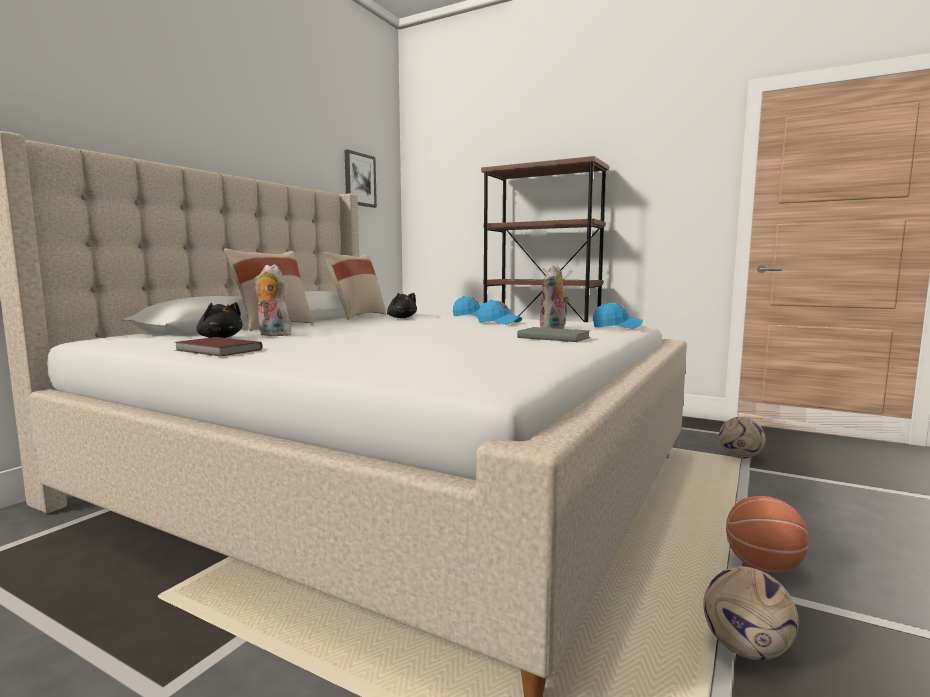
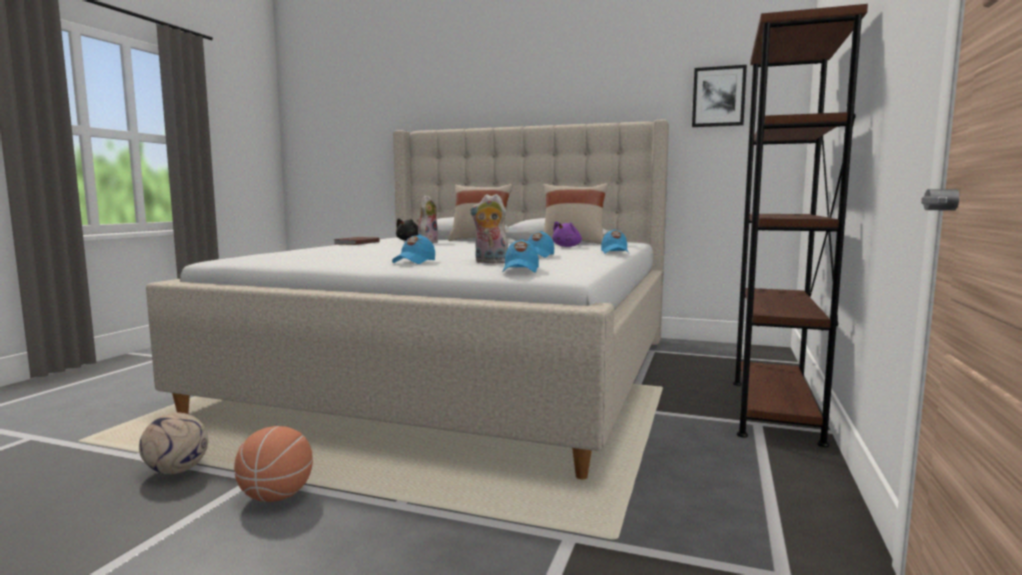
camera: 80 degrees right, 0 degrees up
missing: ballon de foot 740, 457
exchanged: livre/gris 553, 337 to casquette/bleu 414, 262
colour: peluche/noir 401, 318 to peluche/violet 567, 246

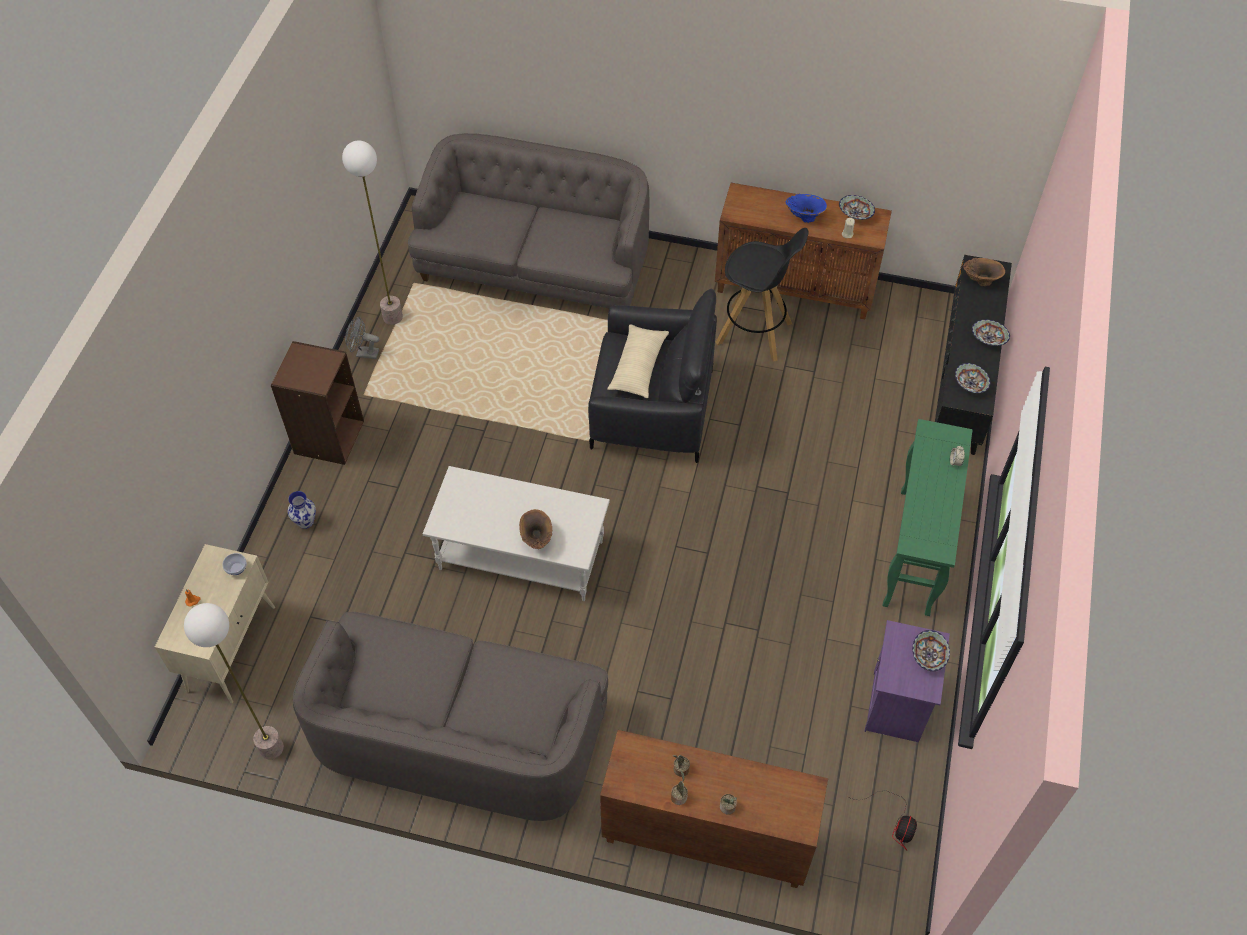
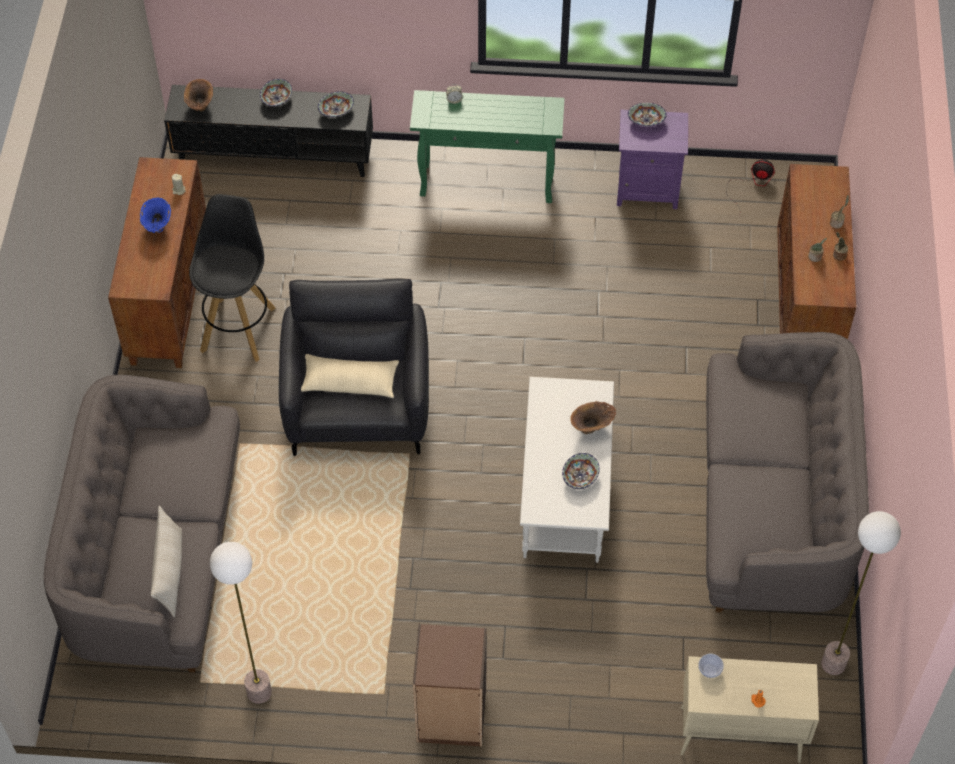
camera: 100 degrees left, 0 degrees up
missing: vase 305, 521; ventilateur/gris 364, 353
appeared: coussin/beige 170, 572
relocated: bol 855, 214 to 579, 477

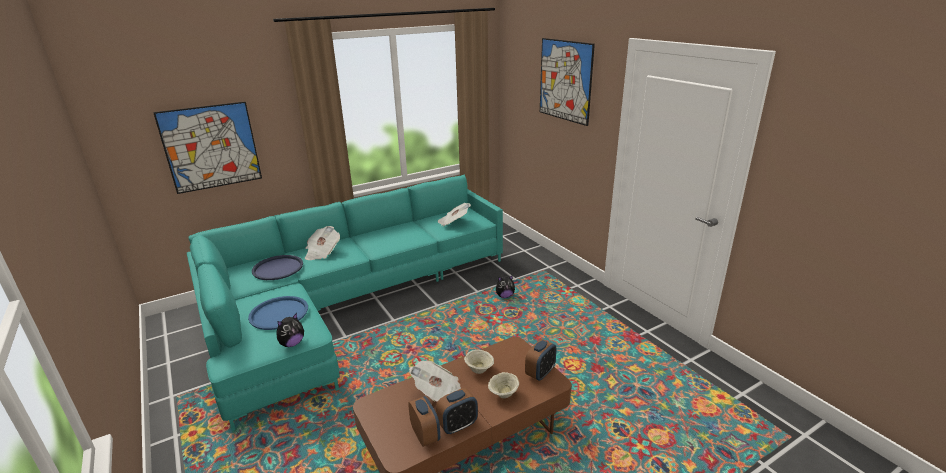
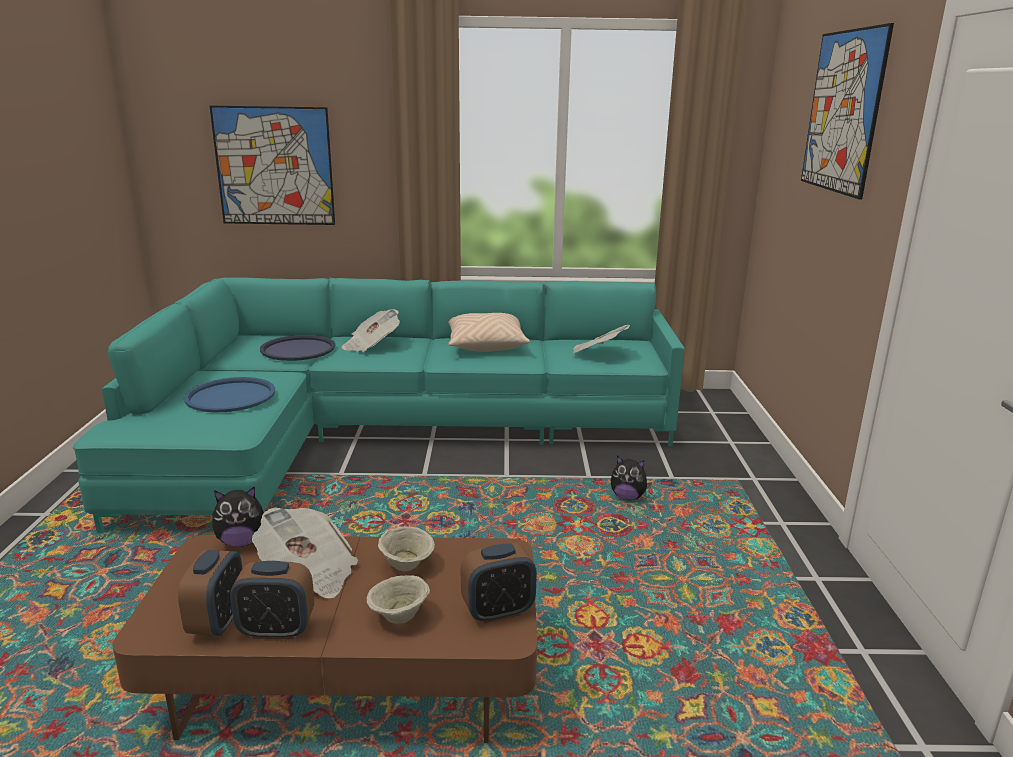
camera: 30 degrees right, 5 degrees down
appeared: coussin/beige 485, 345
relocated: peluche 292, 343 to 242, 542

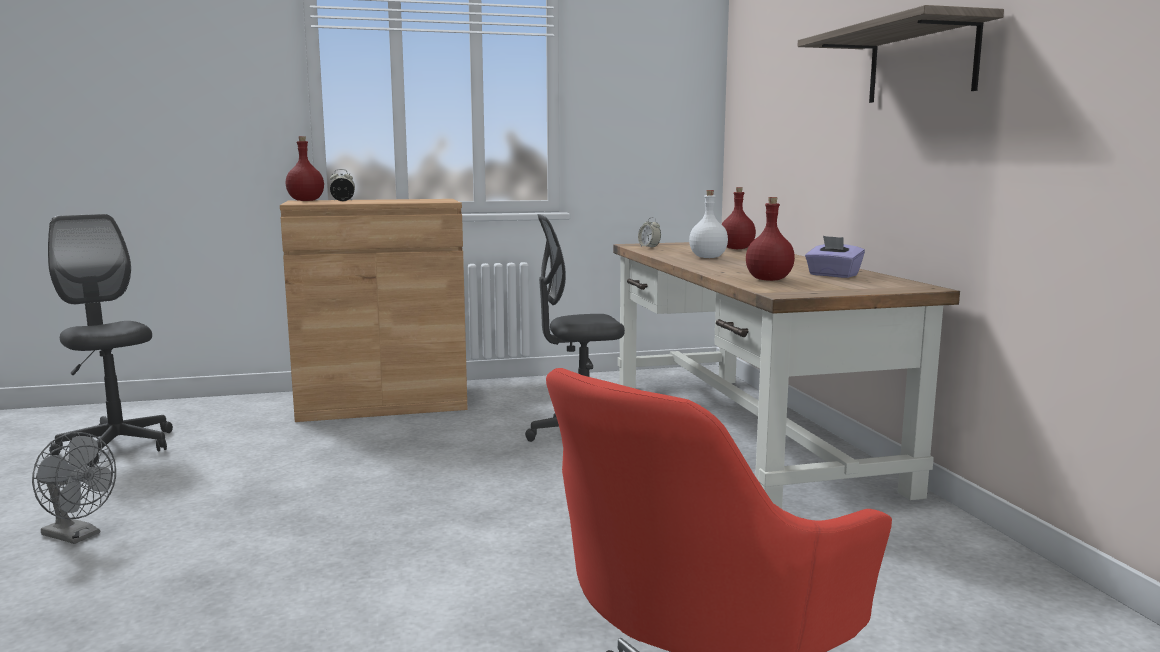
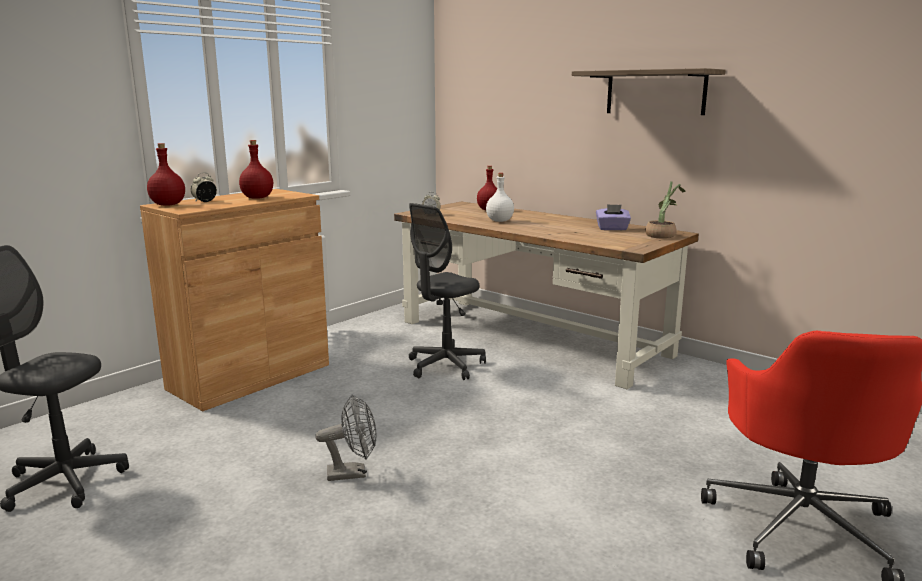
camera: 35 degrees left, 5 degrees up
appeared: plante en pot 662, 235
relocated: ventilateur/gris 77, 536 to 353, 473; bouteille/rouge 769, 279 to 258, 198

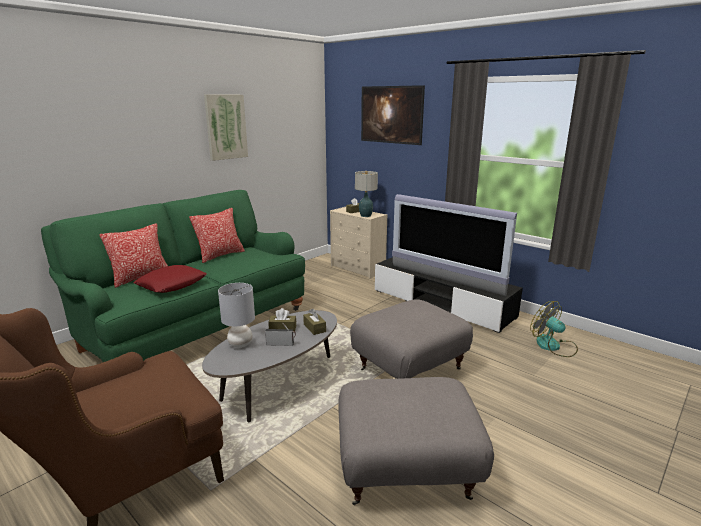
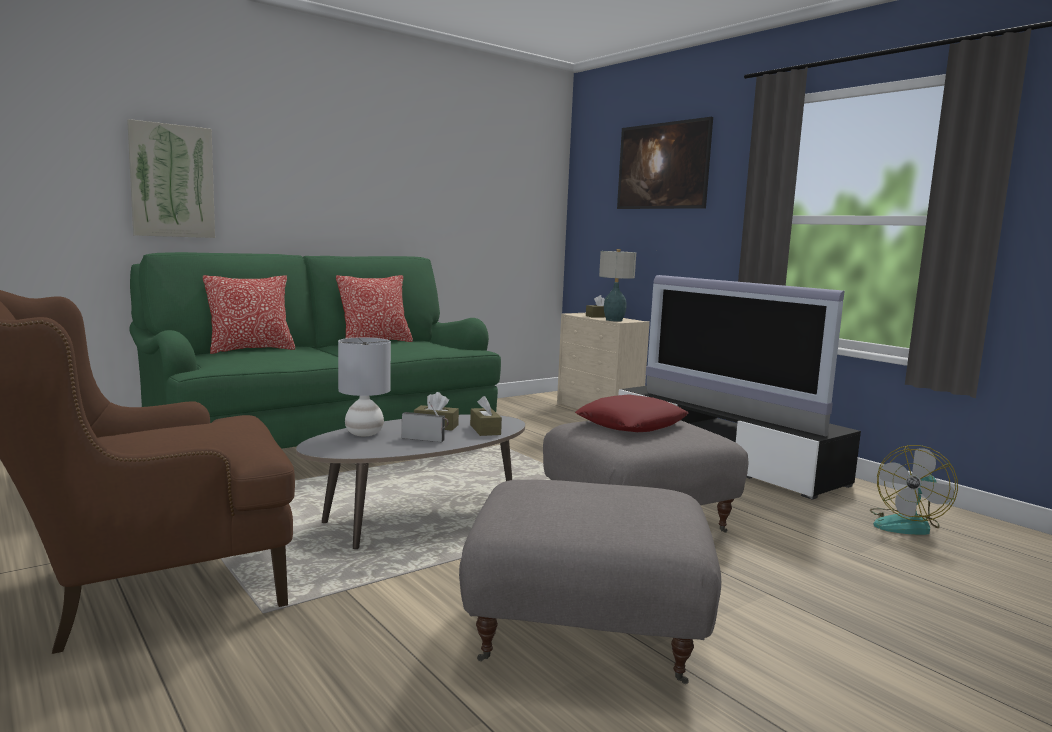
camera: 10 degrees right, 10 degrees down
relocated: coussin/rouge 172, 284 to 631, 424; tableau 226, 127 to 172, 181
spun: ventilateur 553, 346 = 907, 524 105 degrees counterclockwise

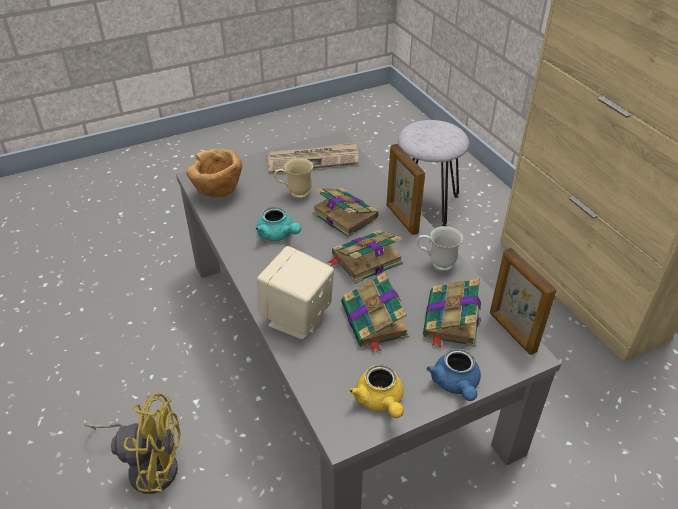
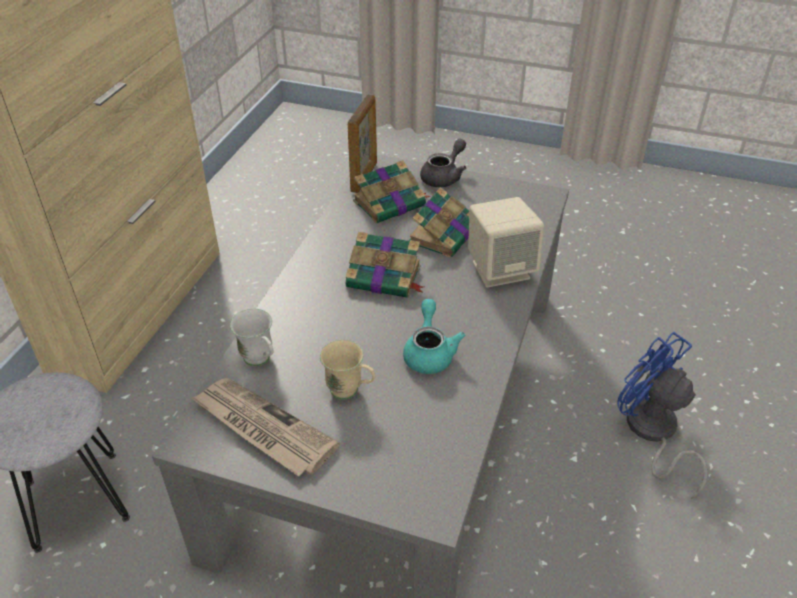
camera: 135 degrees left, 0 degrees up
missing: bol/marron 218, 193; livre 343, 215; théière/jaune 380, 401; cadre photo 401, 219
relocated: mug/blanc 436, 264 to 261, 361
colour: ventilateur/jaune 148, 464 to ventilateur/bleu 652, 433; théière/bleu 456, 384 to théière/gris 444, 177

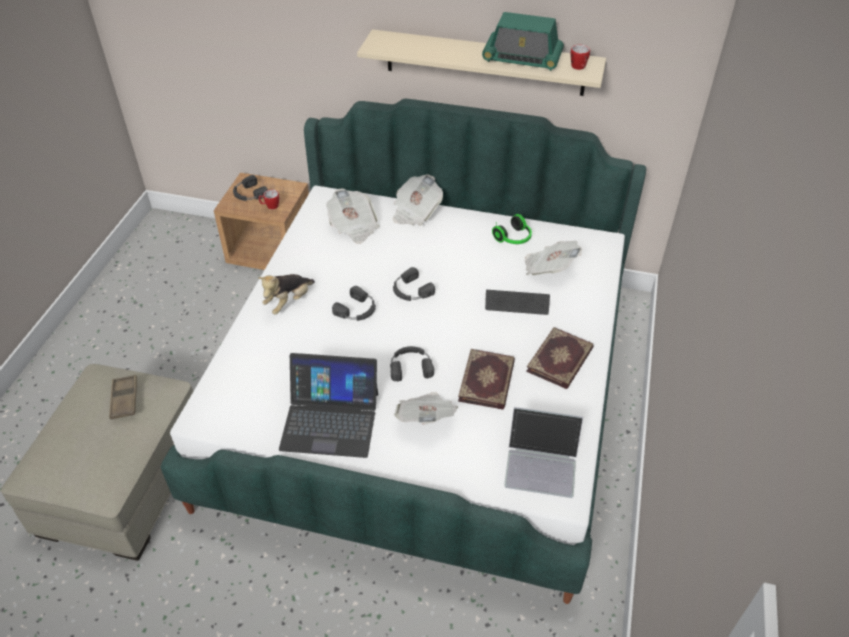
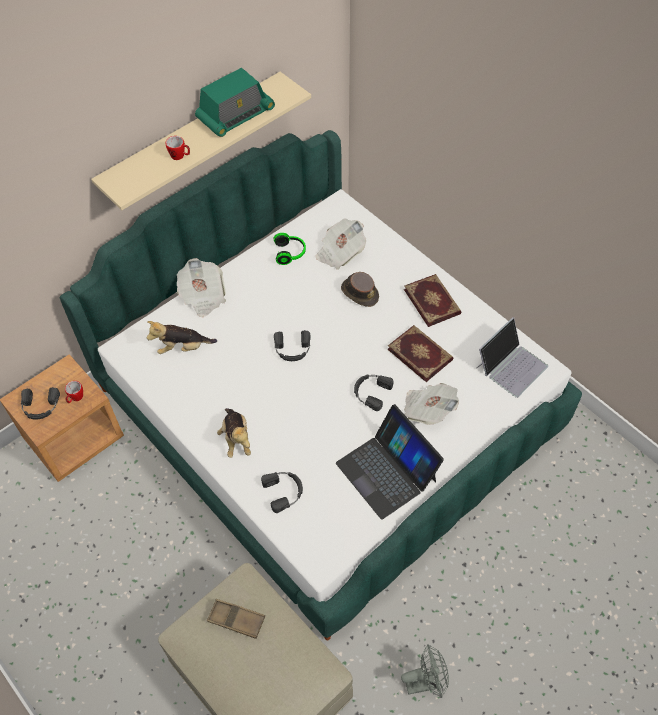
camera: 55 degrees left, 10 degrees up
appeared: ventilateur/gris 425, 681
relocated: casque audio/noir 357, 310 to 284, 491; mug 579, 68 to 180, 156
exchanged: journal 353, 227 to peluche 183, 348; clavier 517, 303 to chapeau/marron 359, 292
spun: ordinateur portable 330, 420 = 387, 471 105 degrees clockwise

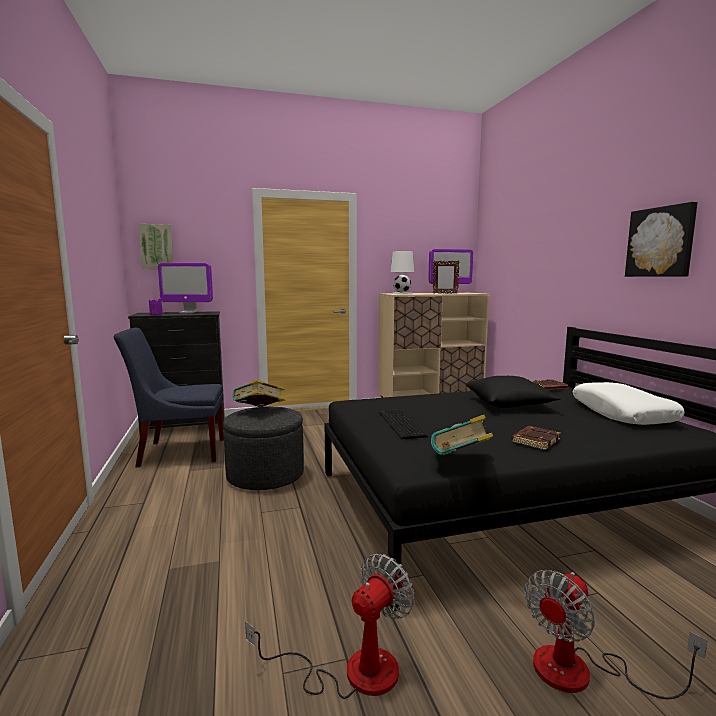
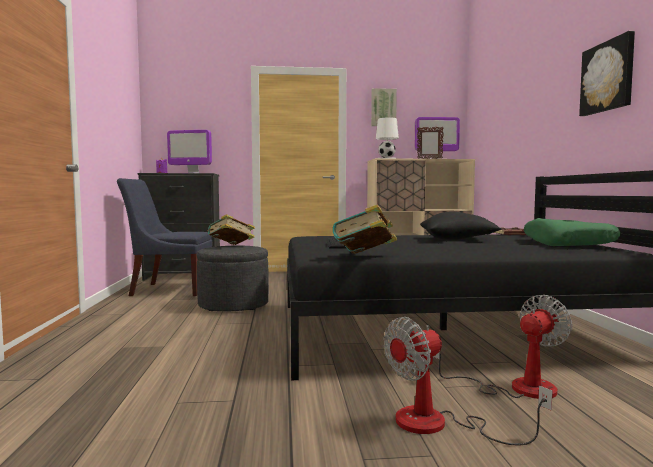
camera: 10 degrees right, 5 degrees down
missing: livre/marron 535, 441
relocated: tableau 156, 247 to 383, 107; ventilateur 352, 671 to 516, 388
colour: coussin/blanc 622, 414 to coussin/vert 567, 244

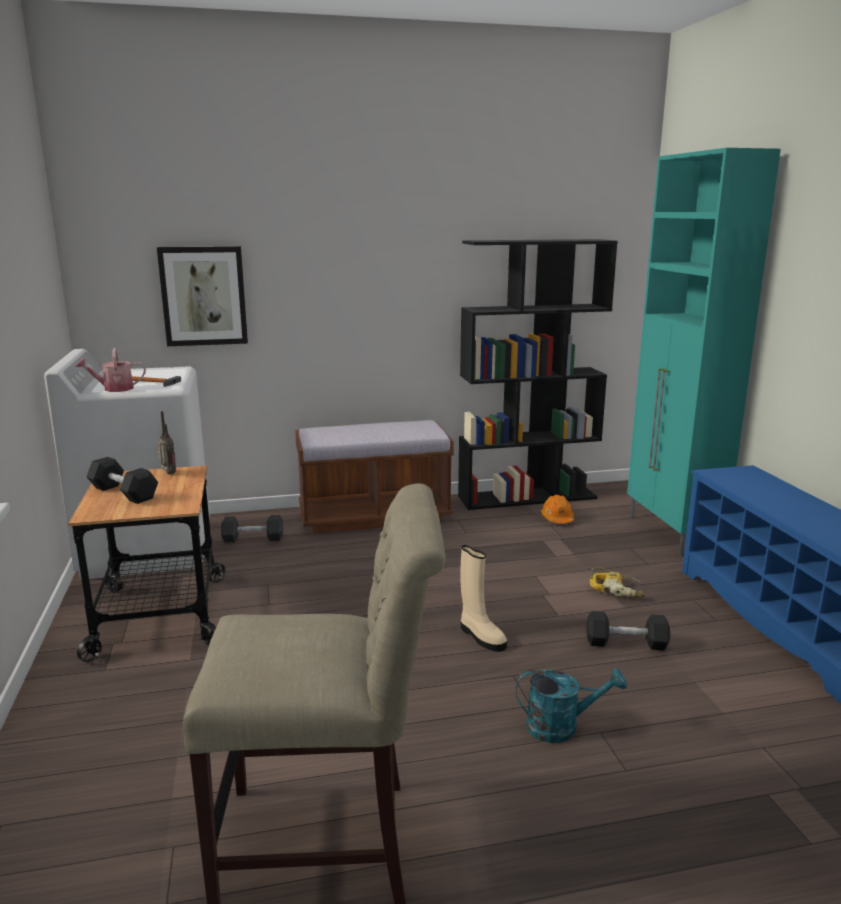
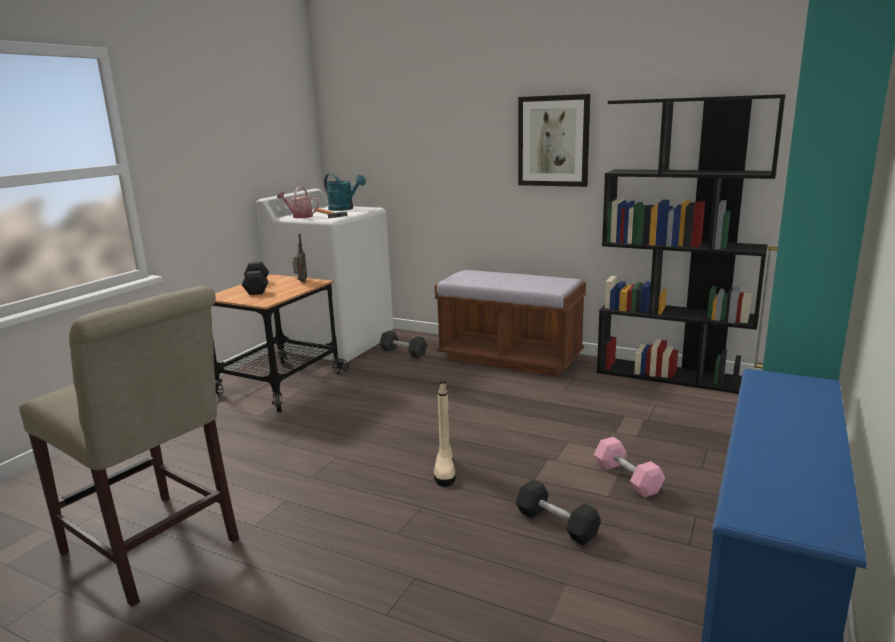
camera: 40 degrees right, 0 degrees up
missing: casque de chantier/orange 557, 518
relocated: tableau 203, 296 to 553, 141; arrosoir/turquoise 561, 726 to 344, 209
exchanged: perceuse 616, 589 to haltère/rose 627, 478

